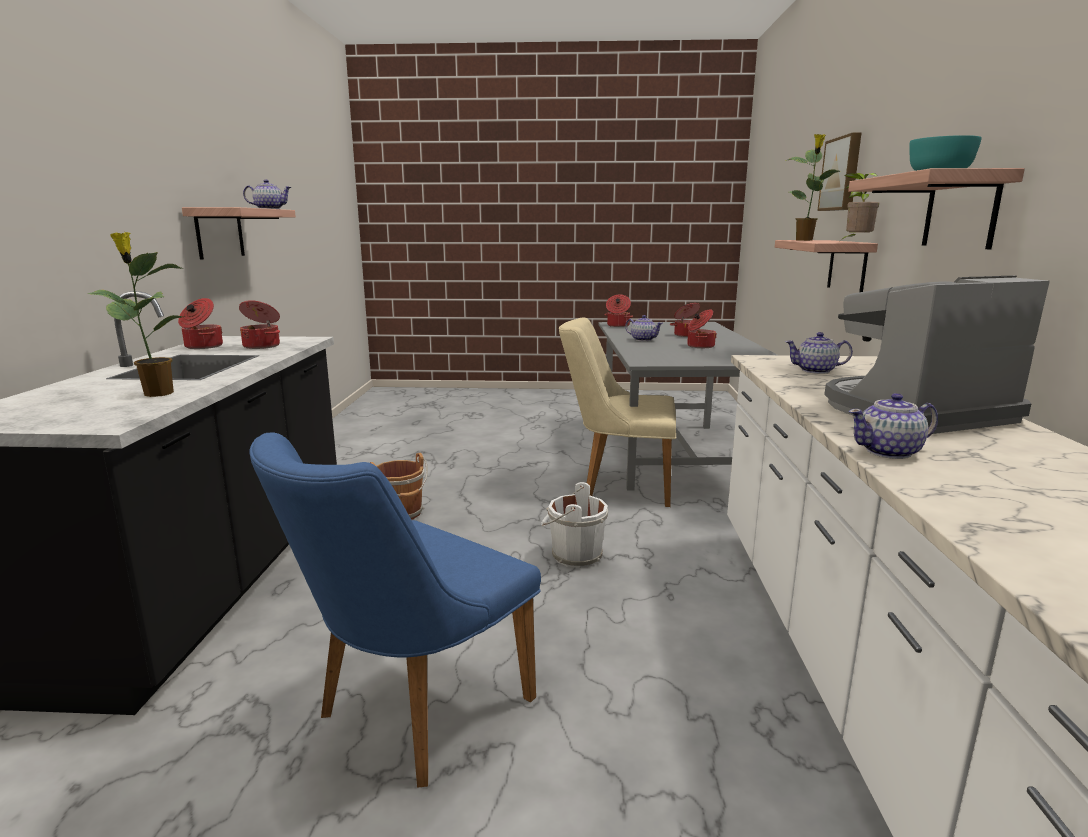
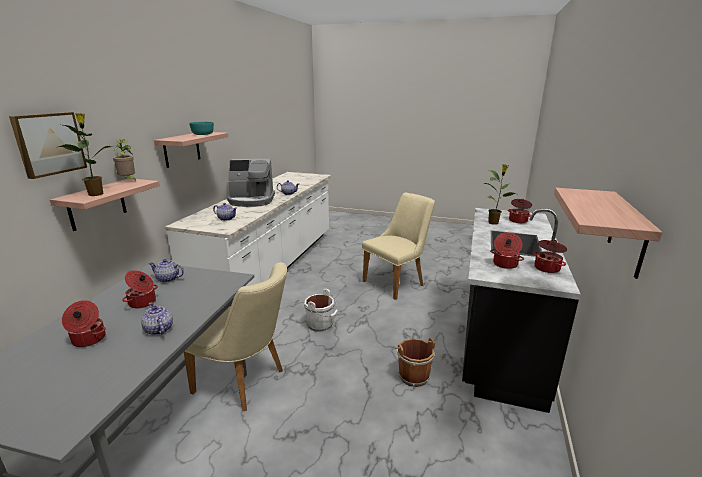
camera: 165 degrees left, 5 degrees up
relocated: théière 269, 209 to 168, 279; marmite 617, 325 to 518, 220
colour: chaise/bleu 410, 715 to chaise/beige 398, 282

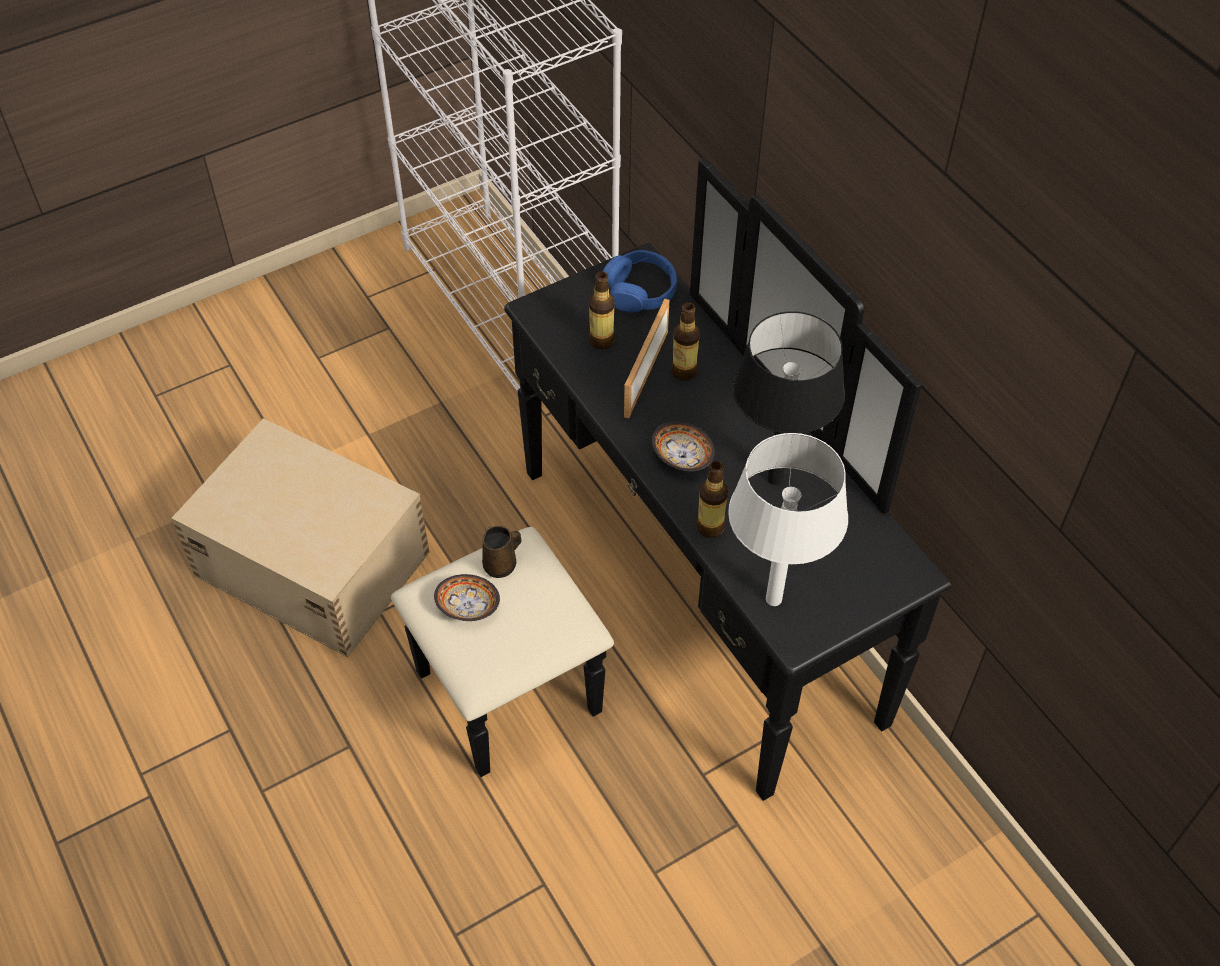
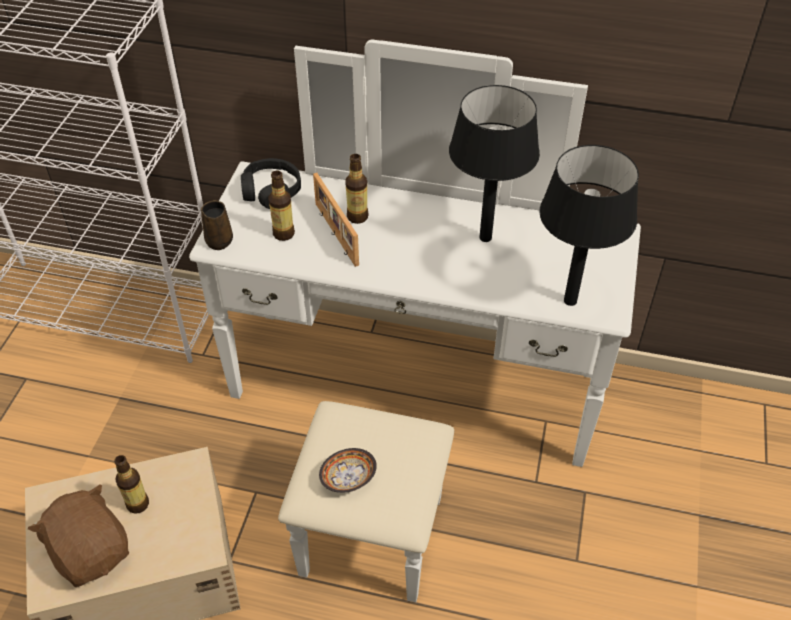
camera: 45 degrees left, 5 degrees down
missing: bol 682, 456
appeared: peluche/marron 91, 551
relocated: mug/marron 501, 565 to 220, 240; bouteille 710, 527 to 137, 504
colour: commode/noir 656, 615 to commode/blanc 407, 416; casque audio/bleu 639, 290 to casque audio/noir 271, 191; lampe de table/blanc 774, 599 to lampe de table/noir 570, 300

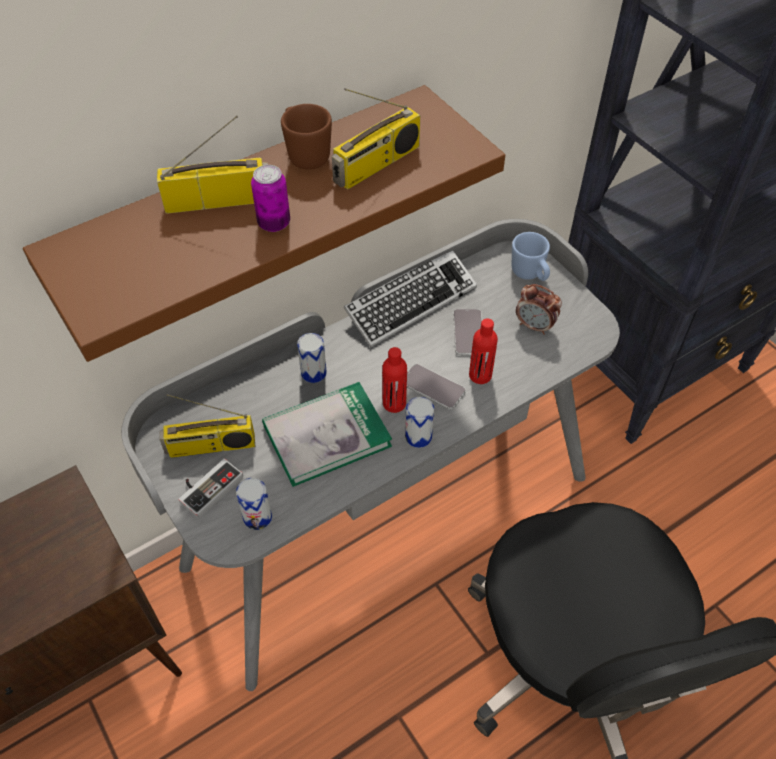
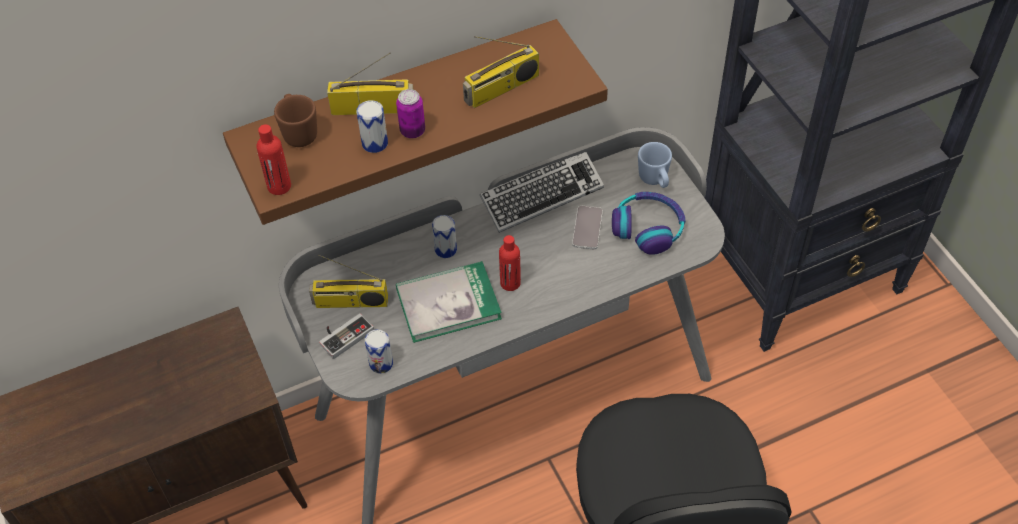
camera: 10 degrees right, 0 degrees up
missing: téléphone 433, 387
relocated: mug/marron 305, 154 to 298, 132; boîte métallique 418, 436 to 375, 143; bouteille/rouge 480, 375 to 279, 186
exchanged: réveil 534, 326 to casque audio 648, 228

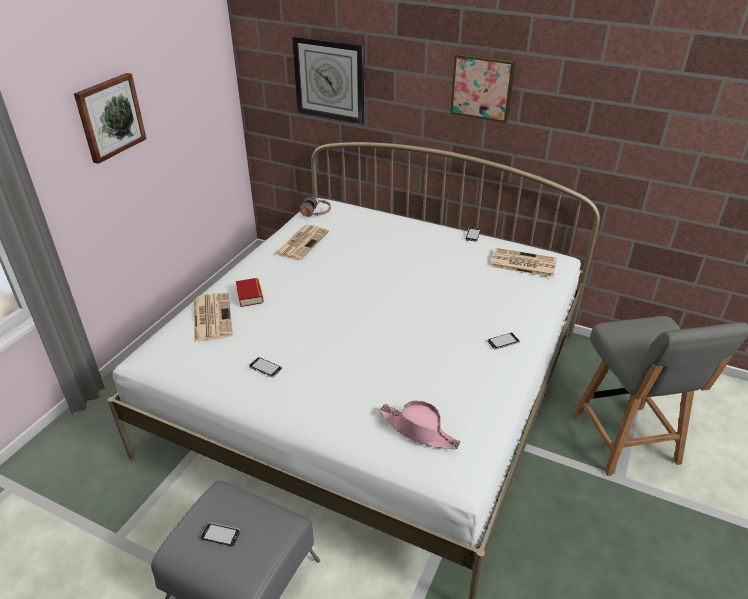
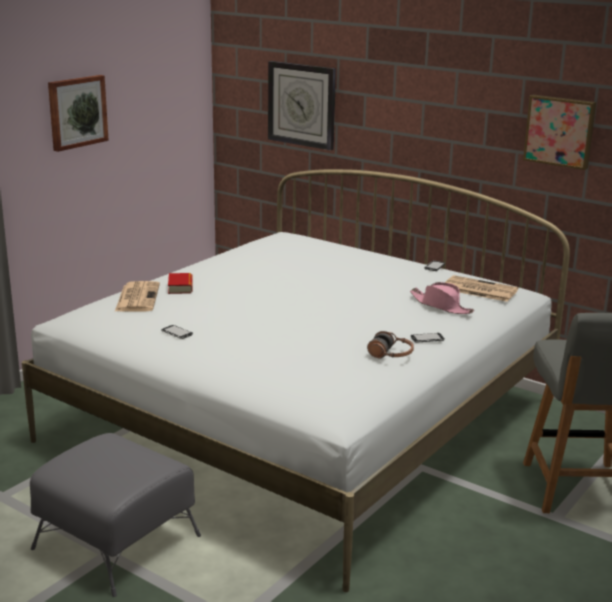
camera: 10 degrees right, 15 degrees down
missing: téléphone 220, 535; journal 302, 242
relocated: casque audio 316, 213 to 391, 355; chapeau/rose 419, 431 to 441, 306; tableau 482, 86 to 560, 131

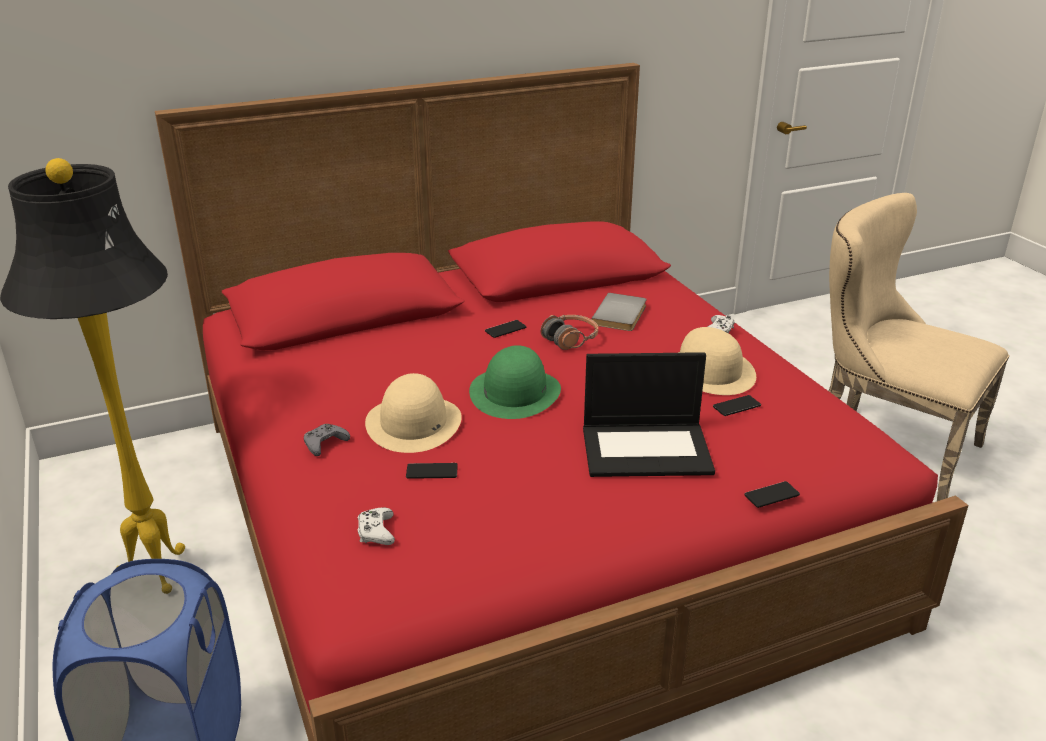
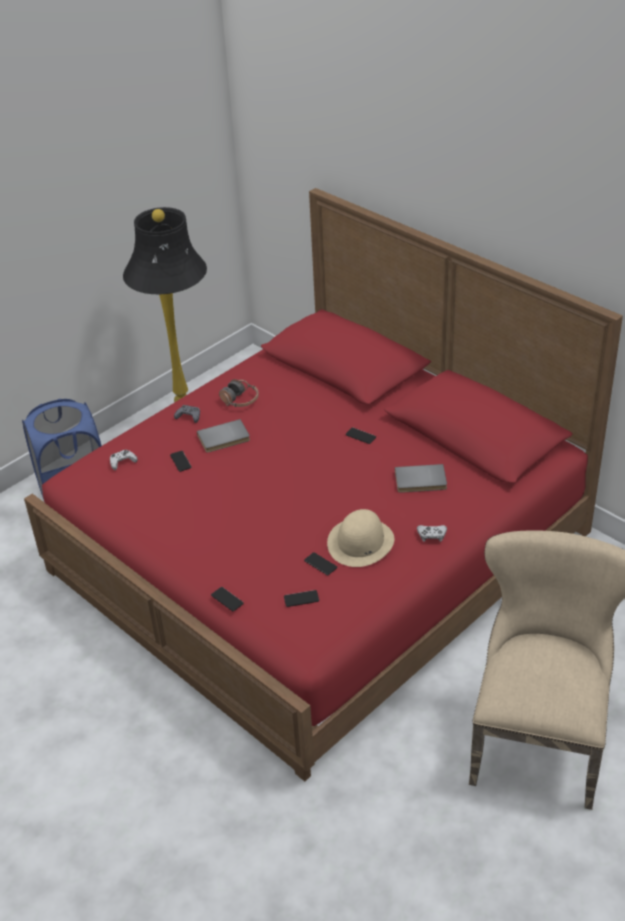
camera: 70 degrees right, 10 degrees up
missing: chapeau/vert 515, 392; ordinateur portable 647, 449
appeared: téléphone 301, 599
relocated: casque audio 570, 339 to 240, 400
exchanged: chapeau/beige 414, 423 to livre/gris 224, 438

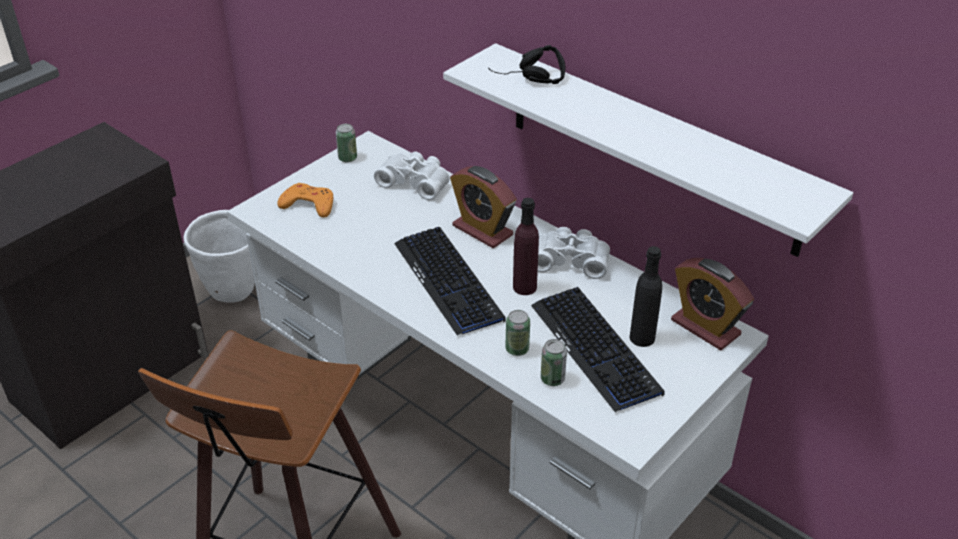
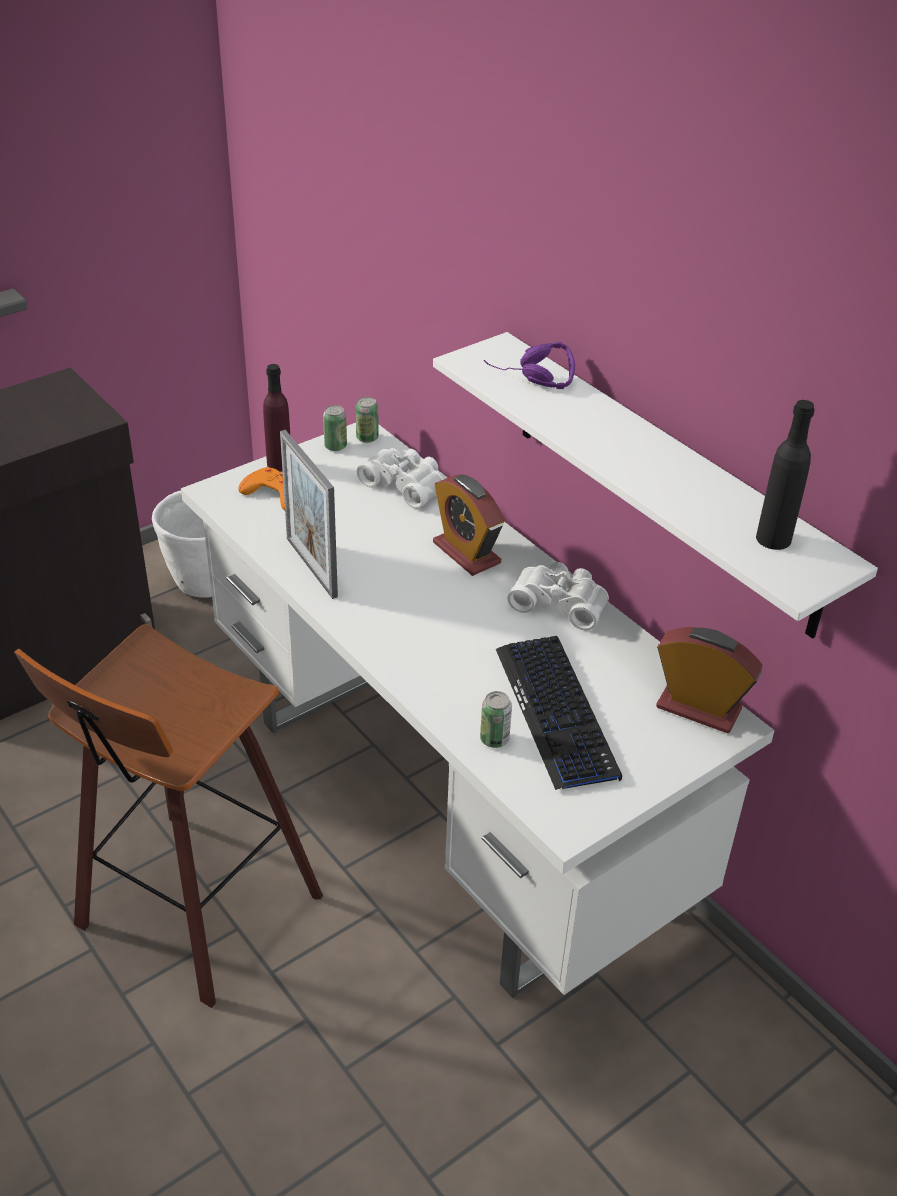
camera: 10 degrees right, 0 degrees up
missing: clavier 448, 281
appeared: cadre photo 311, 567
relocated: boîte métallique 517, 349 to 367, 438; bouteille/violet 524, 287 to 279, 464; bouteille/noir 642, 338 to 773, 539
colour: casque audio/noir 527, 80 to casque audio/violet 528, 381
spun: réveil 705, 327 = 698, 708 150 degrees clockwise

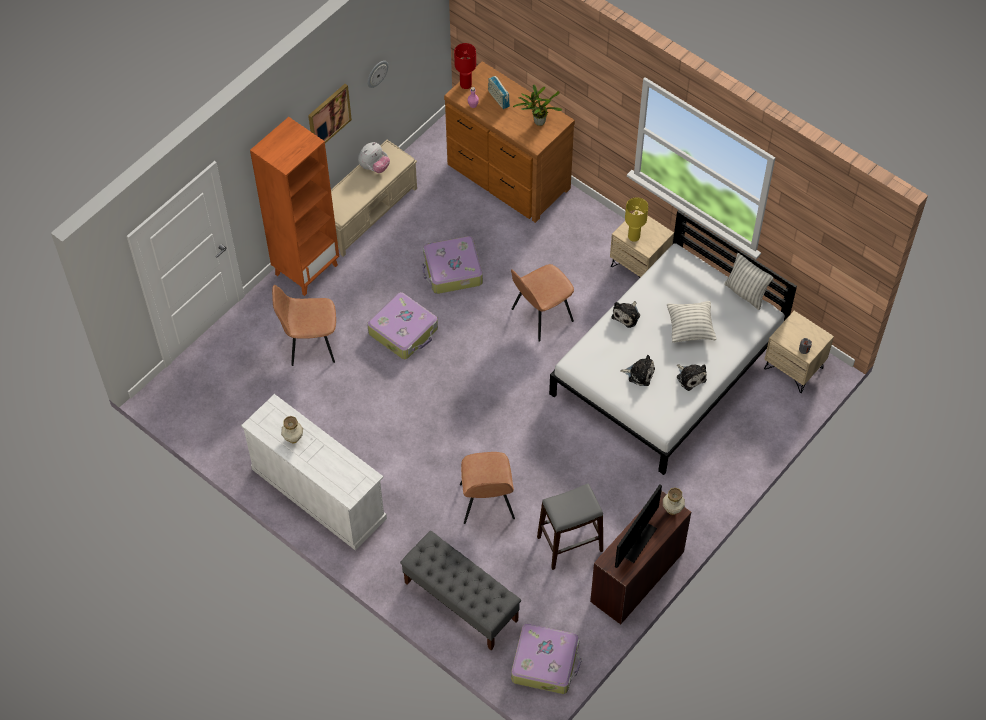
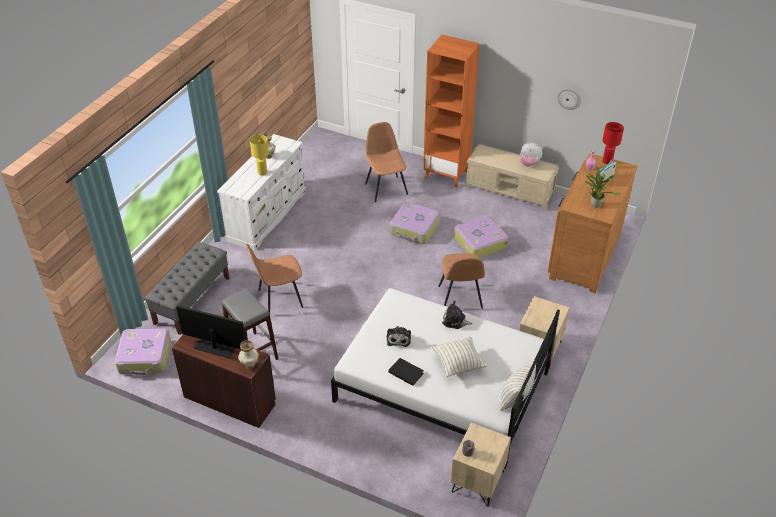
camera: 75 degrees right, 15 degrees down
missing: tableau 328, 116
relocated: lampe de table/jaune 634, 236 to 262, 172
exchanged: peluche 690, 377 to livre/noir 406, 372
spun: chaise/marron 540, 316 = 460, 298 135 degrees counterclockwise

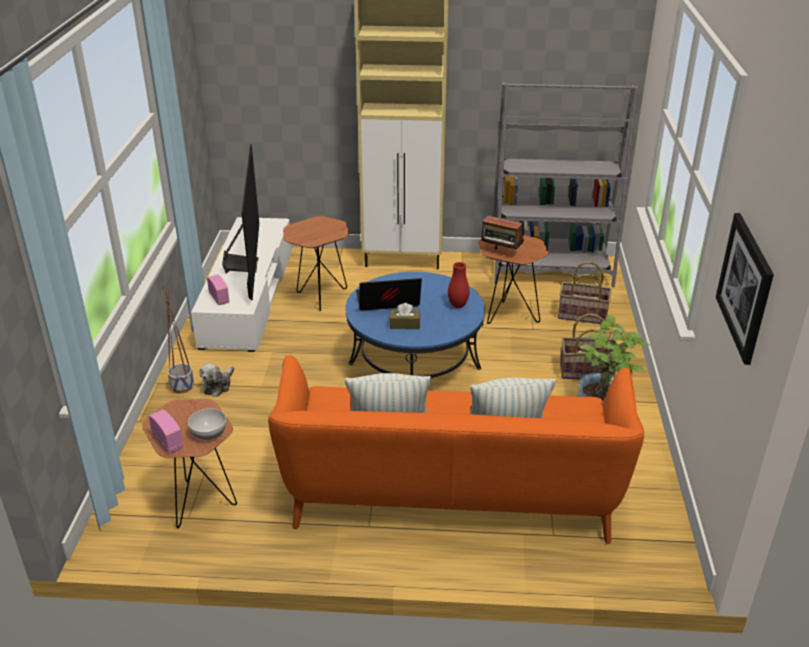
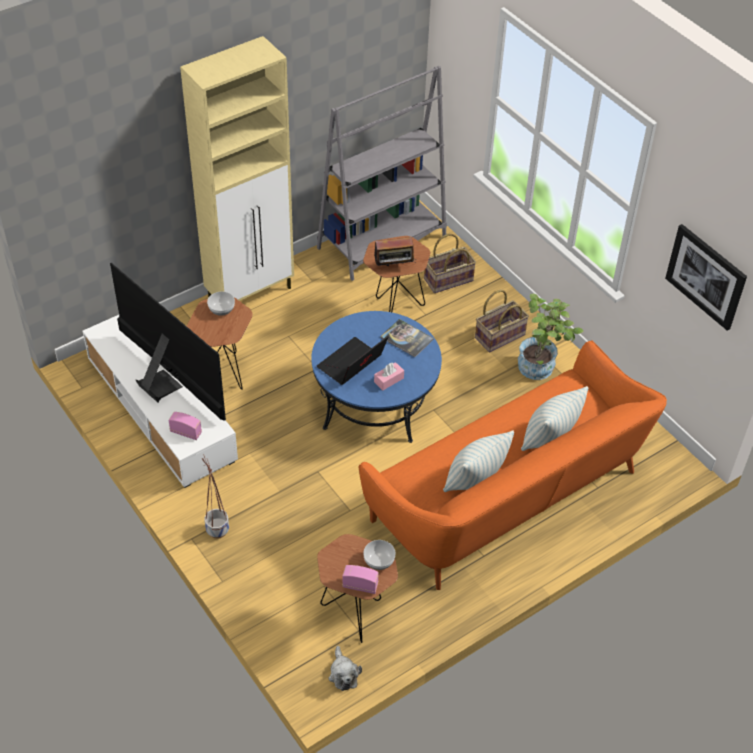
camera: 40 degrees left, 15 degrees up
appeared: bol 221, 309
relocated: peluche 218, 385 to 343, 674
exchanged: vase/rouge 458, 305 to livre 407, 338
colour: boîte à mouchoirs/marron 405, 324 to boîte à mouchoirs/rose 389, 380

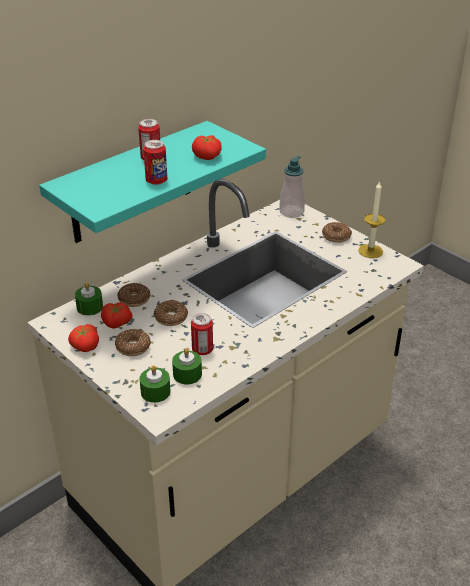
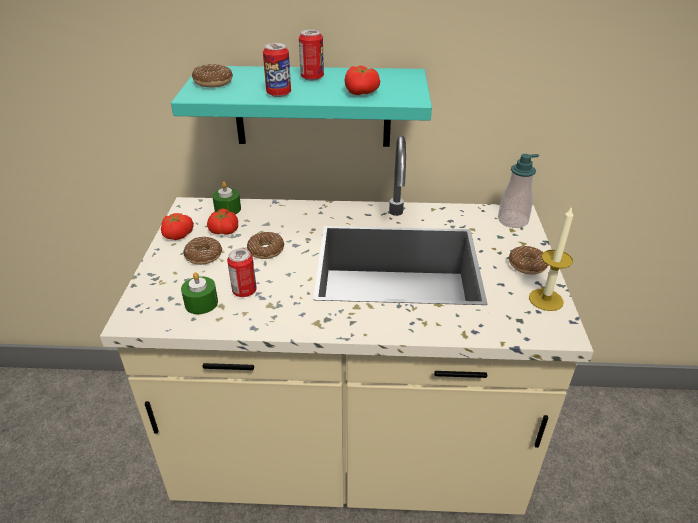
camera: 45 degrees right, 0 degrees up
missing: bougie/vert 155, 392
relocated: beignet 134, 299 to 213, 82

